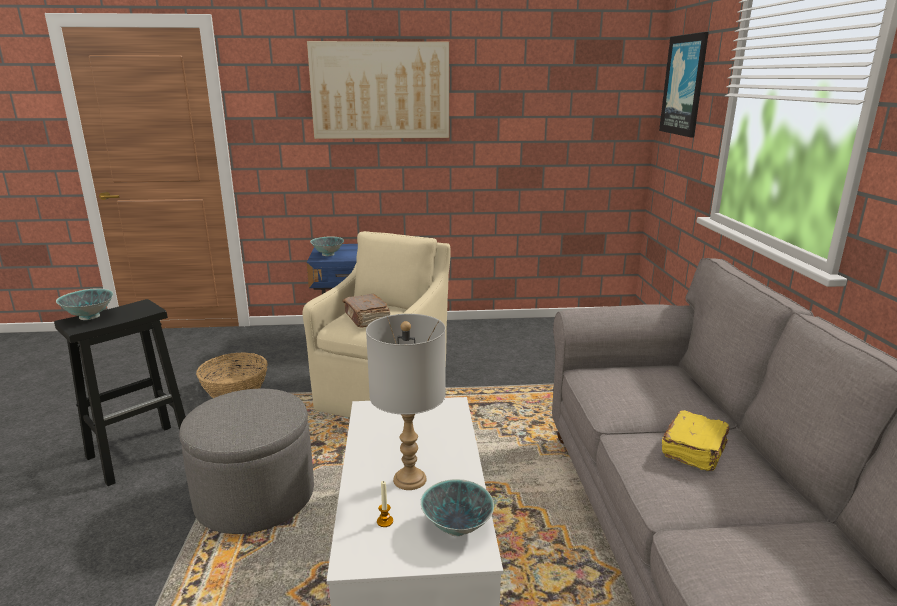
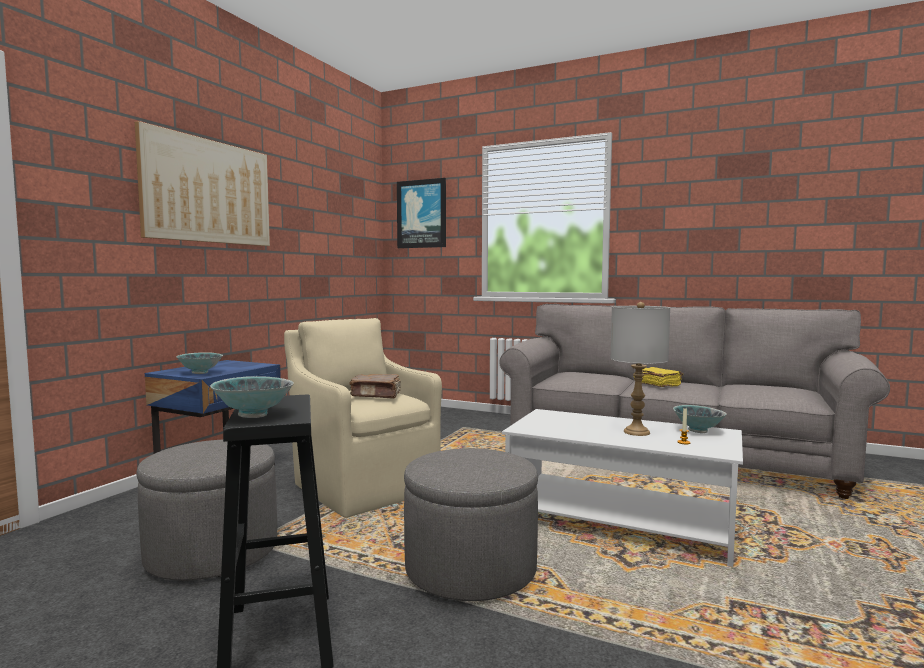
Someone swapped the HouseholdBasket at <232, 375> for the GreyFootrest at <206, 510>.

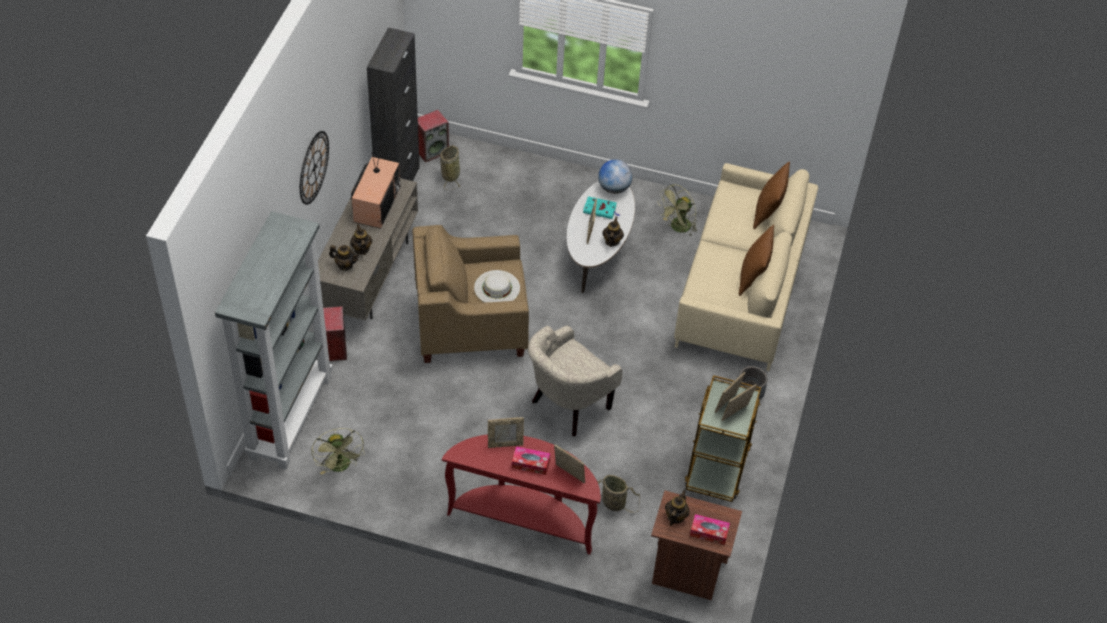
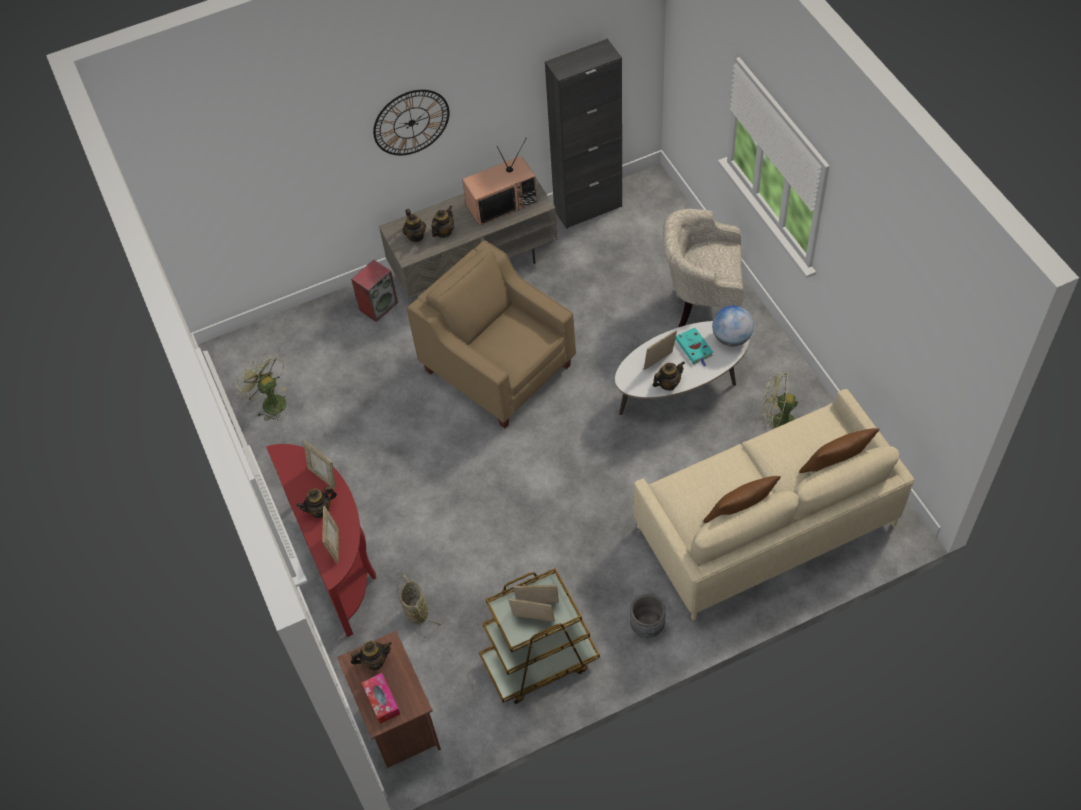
Someone took away the Speaker at <433, 136>.
Someone took away the HouseholdBasket at <450, 167>.
Someone took away the GreyBookshelf at <274, 340>.
Someone took away the WhiteColouredClothingHat at <497, 286>.
Someone carried the SandColouredArmchair from <575, 380> to <703, 268>.
Someone rotated the GreenCoolingFan at <337, 451> by 105 degrees clockwise.
Someone swapped the TissueHolder at <531, 460> for the PotForTea at <316, 502>.

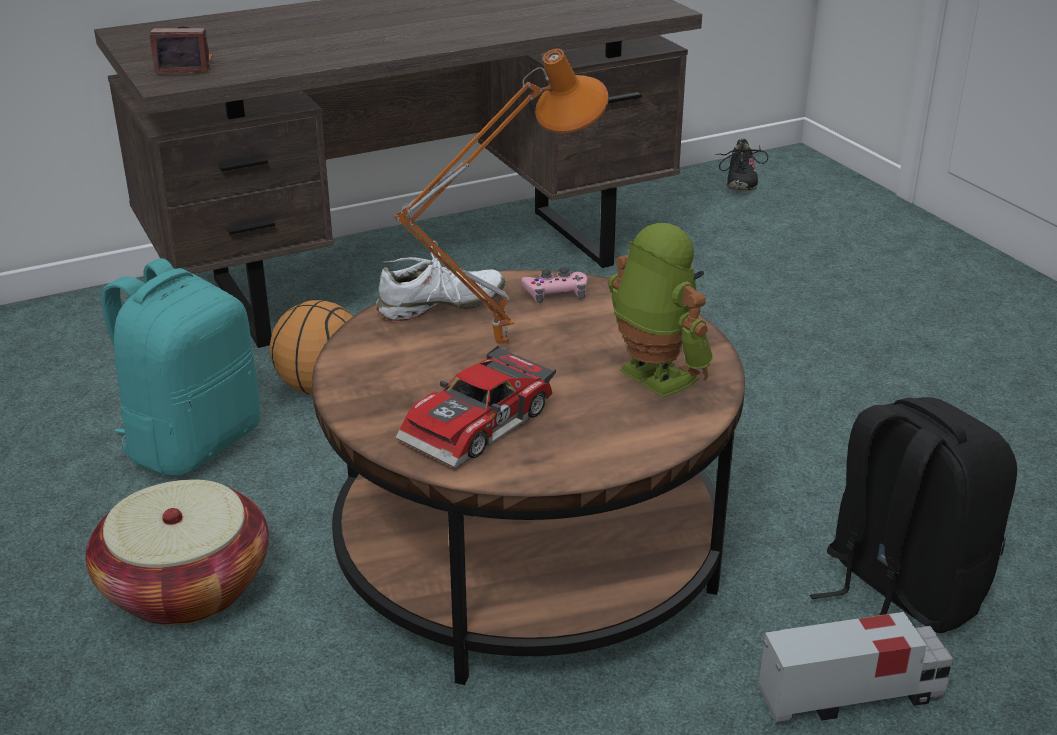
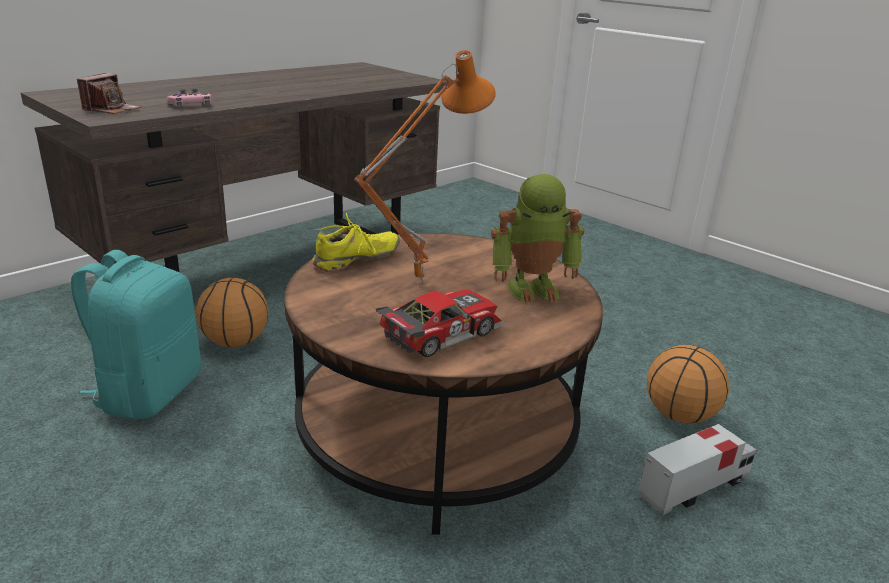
Someone rotated the StillCamera at <181, 50> by 135 degrees clockwise.
Someone took away the BlackColouredShoe at <742, 165>.
Someone rotated the ToyRobot at <660, 310> by 135 degrees clockwise.
Someone repainted the WhiteColouredShoe at <441, 281>, which became the YellowishShoe at <356, 242>.
Someone carried the PinkColouredGamepad from <554, 285> to <189, 98>.
Someone rotated the ModelCar at <475, 407> by 150 degrees counterclockwise.
Someone swapped the BlackColouredRucksack at <913, 515> for the BallForBasketball at <688, 384>.
Someone took away the HouseholdBasket at <177, 552>.

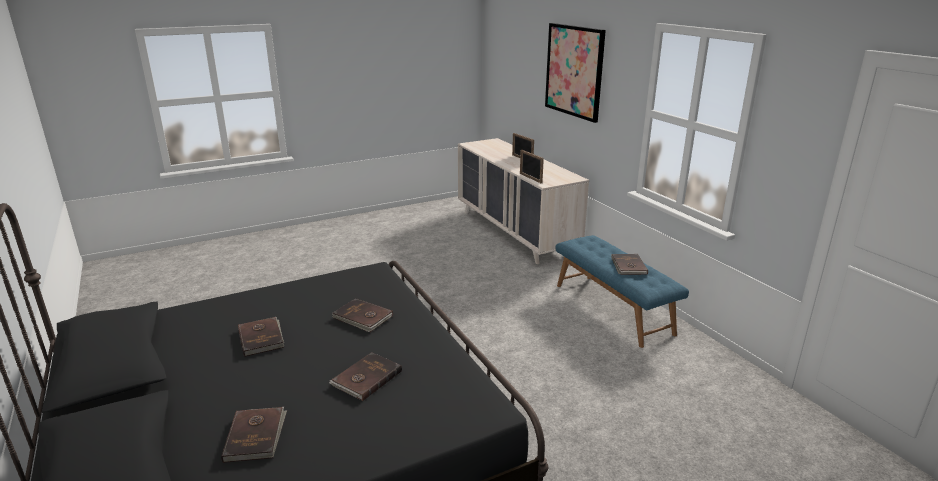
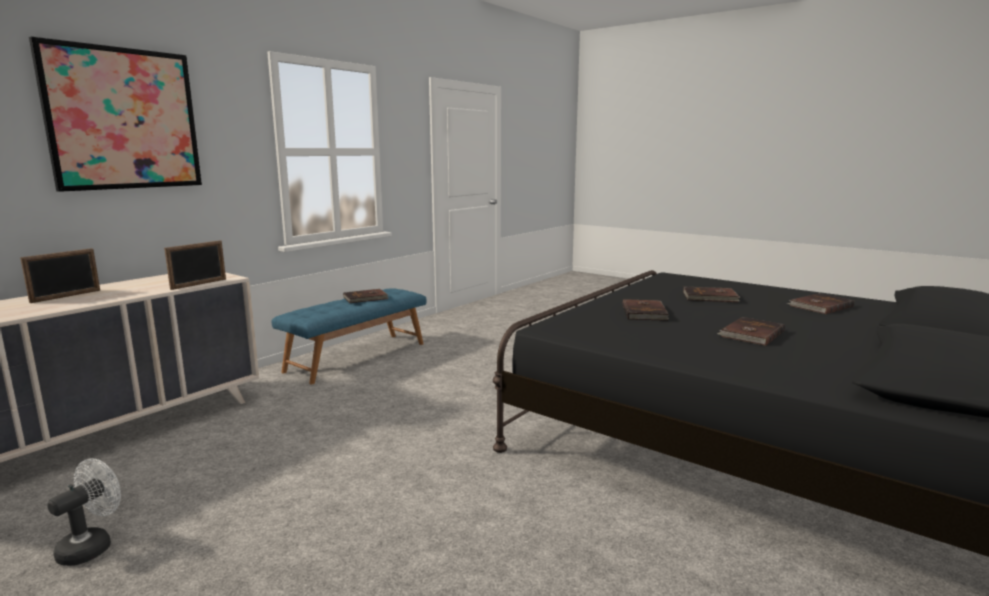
Someone put down the WhiteColouredCoolingFan at <84, 512>.

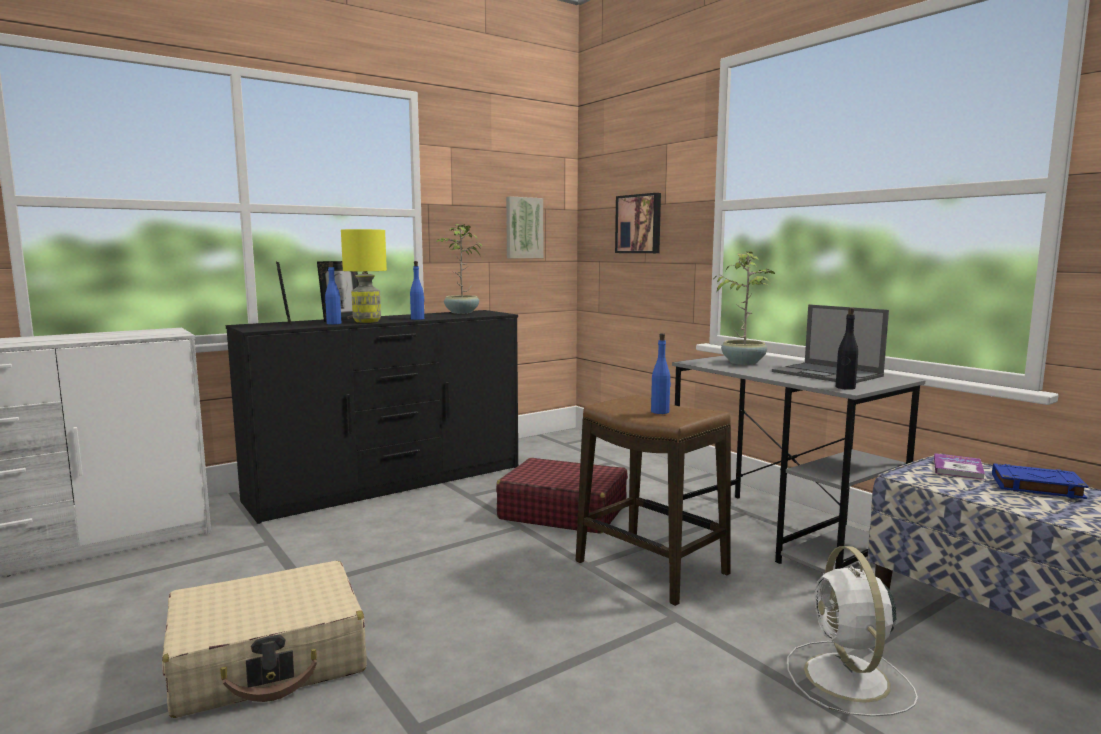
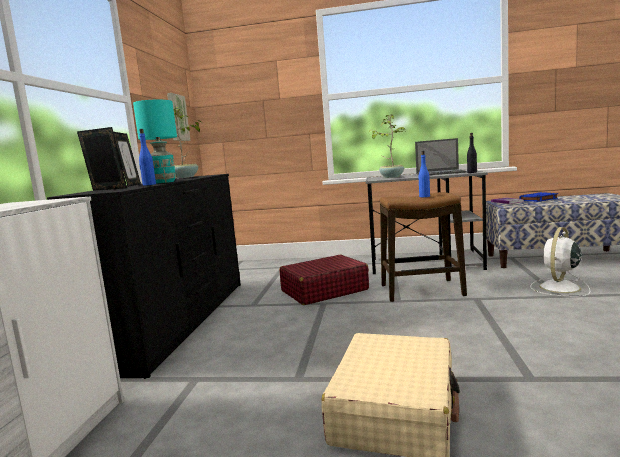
Someone took away the Picture at <638, 223>.
Someone repainted the YellowishLampForATable at <364, 276>, which became the TurquoiseColouredLampForATable at <155, 142>.
Someone took away the BlueBeverageBottle at <417, 290>.
Someone rotated the WhiteColouredCoolingFan at <852, 631> by 90 degrees clockwise.

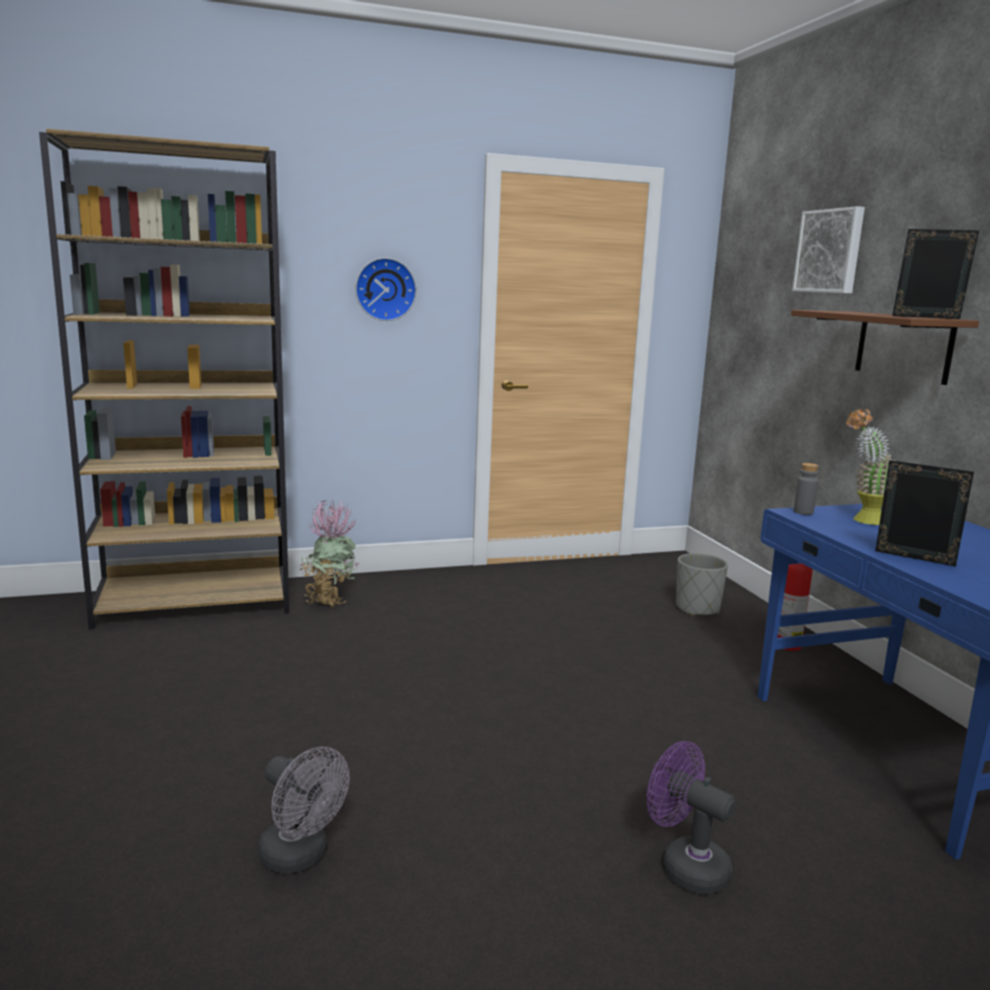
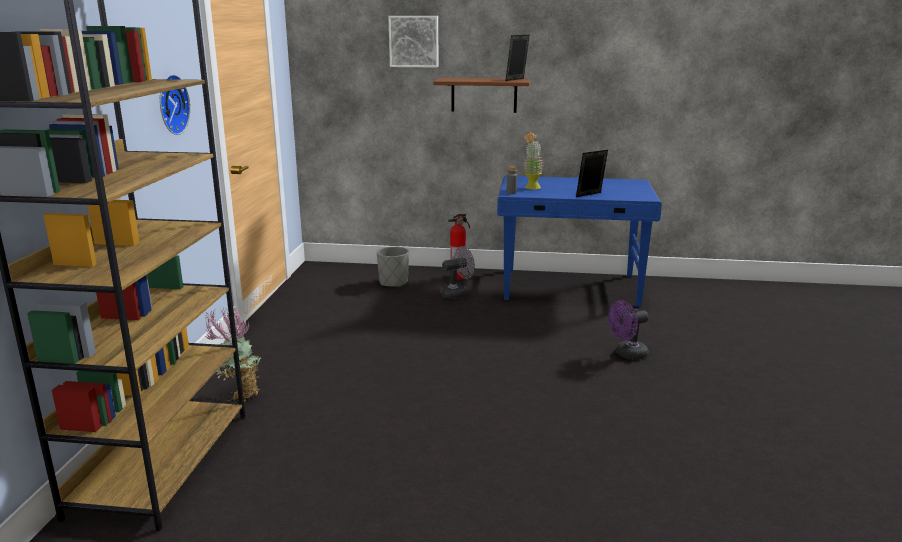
Someone carried the GreyCoolingFan from <304, 810> to <458, 272>.

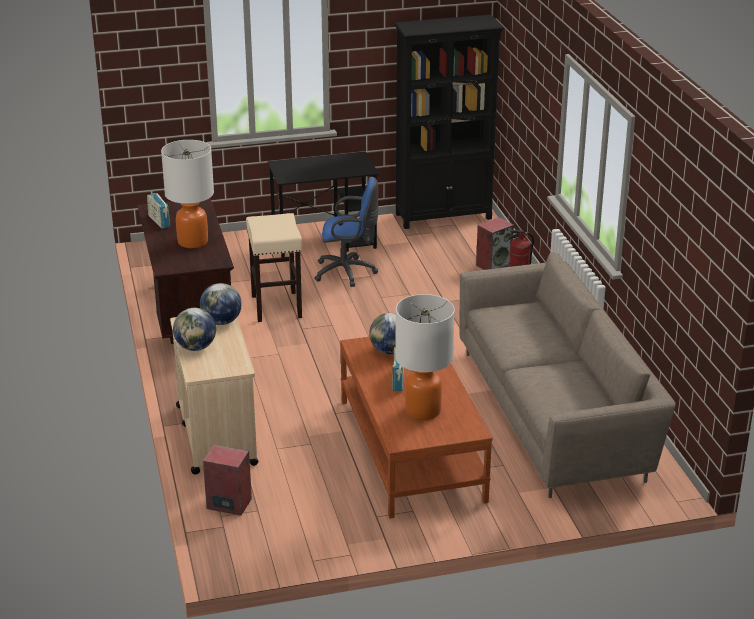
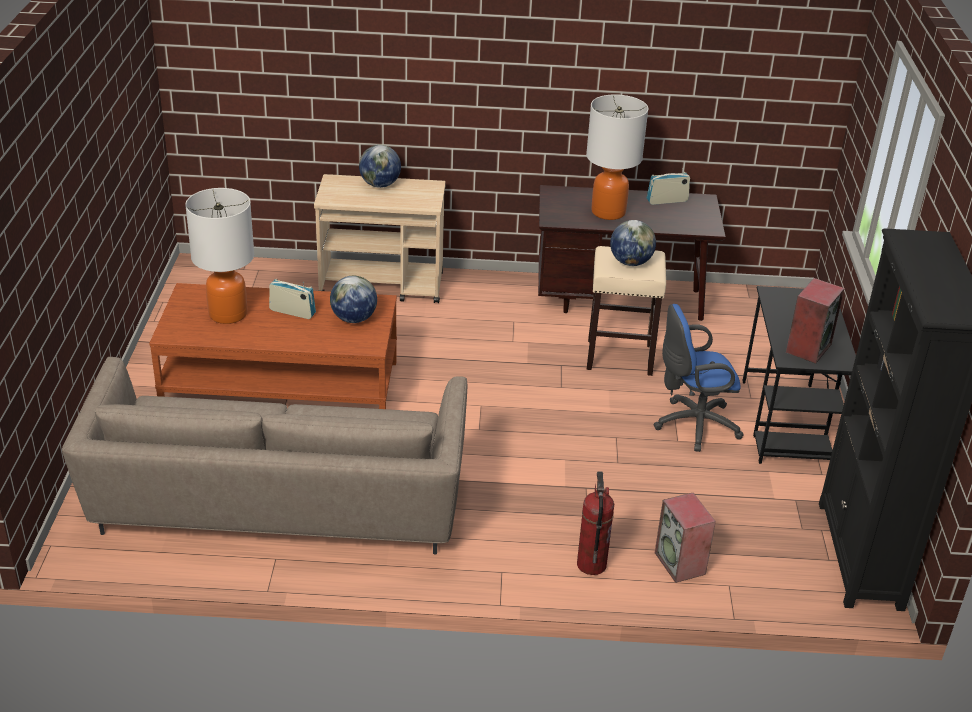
Someone rotated the BlueOfficeChair at <346, 232> by 60 degrees clockwise.
Someone carried the WorldGlobe from <221, 304> to <633, 243>.
Someone carried the Speaker from <227, 480> to <815, 321>.

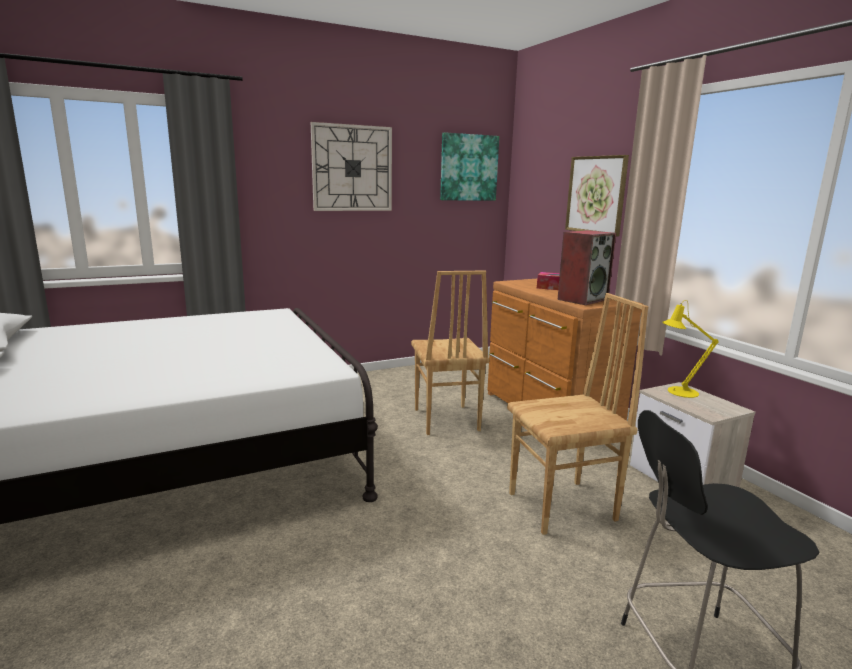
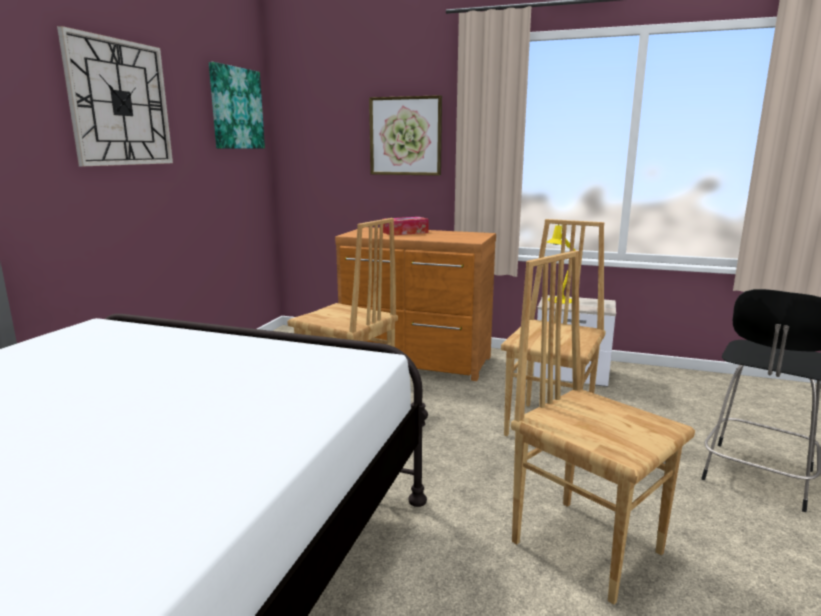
Someone took away the Speaker at <586, 267>.
Someone put down the BrownUprightChair at <603, 427>.

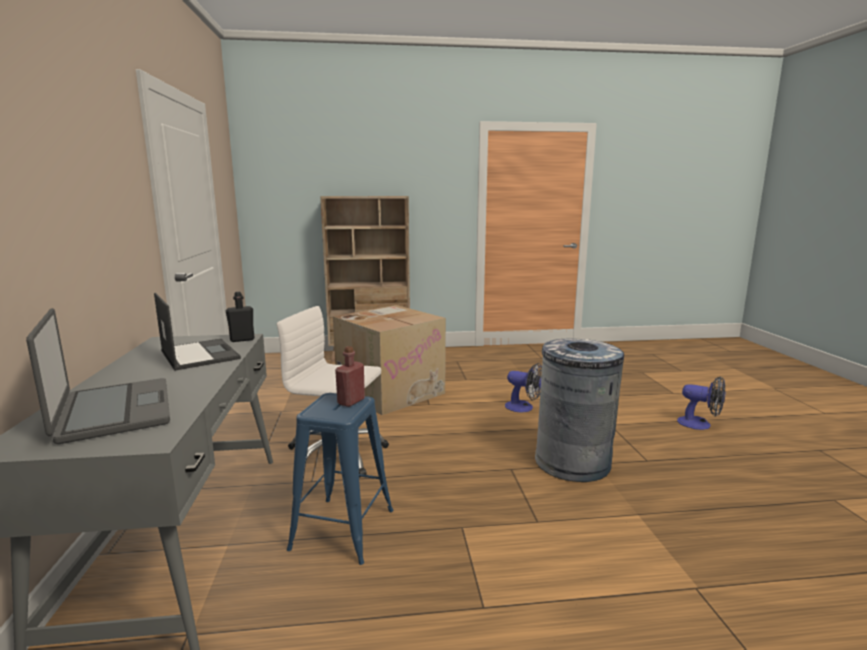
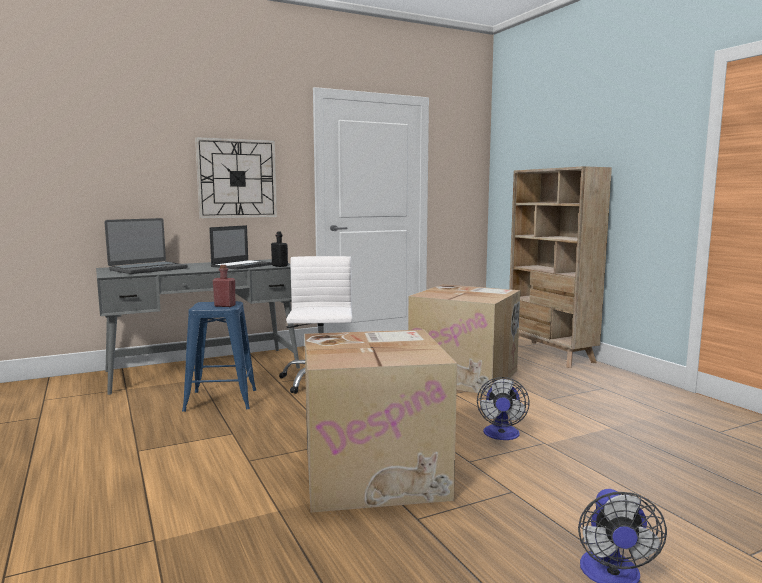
Someone swapped the GreyWasteBin at <579, 410> for the CardboardBox at <381, 421>.
Someone put up the WallClock at <236, 178>.

